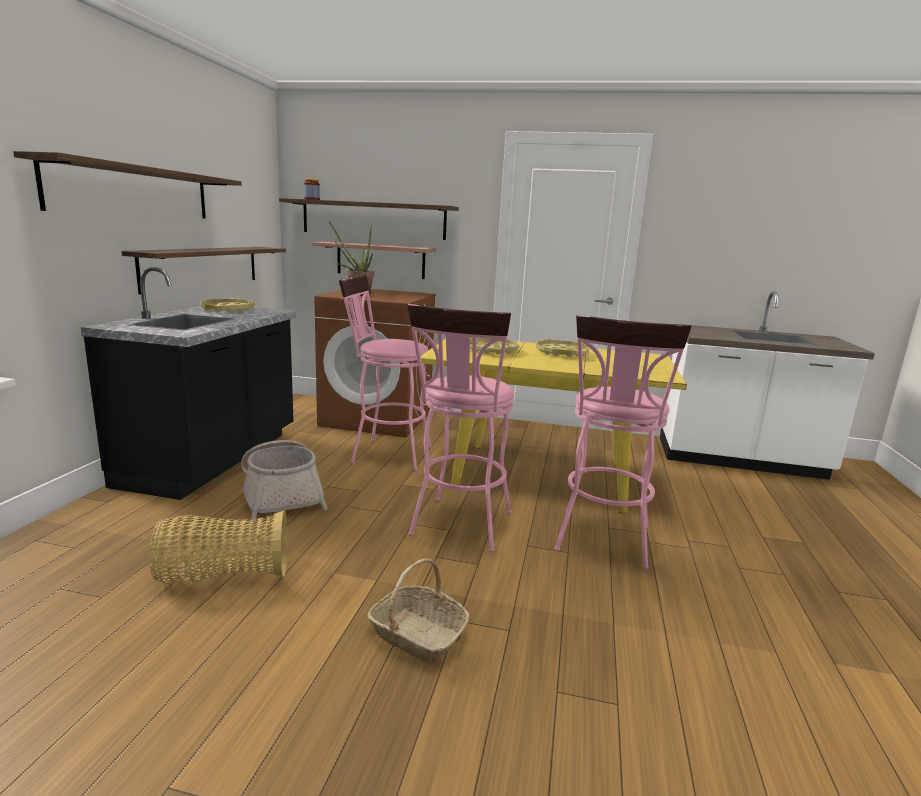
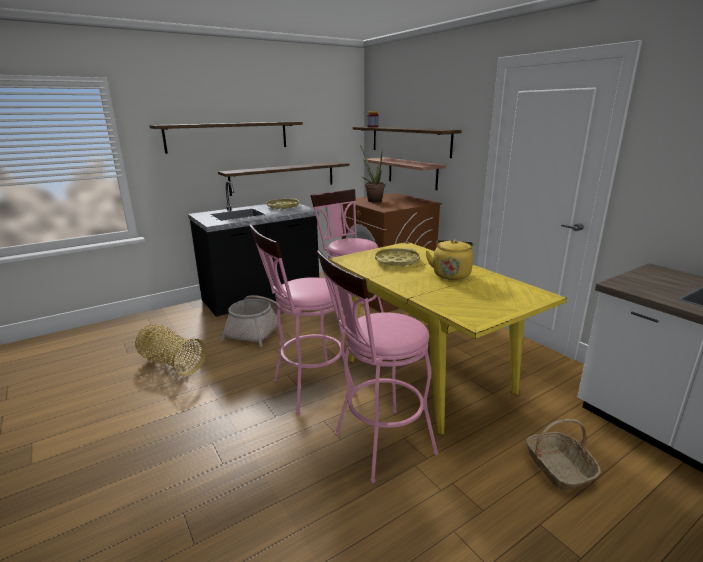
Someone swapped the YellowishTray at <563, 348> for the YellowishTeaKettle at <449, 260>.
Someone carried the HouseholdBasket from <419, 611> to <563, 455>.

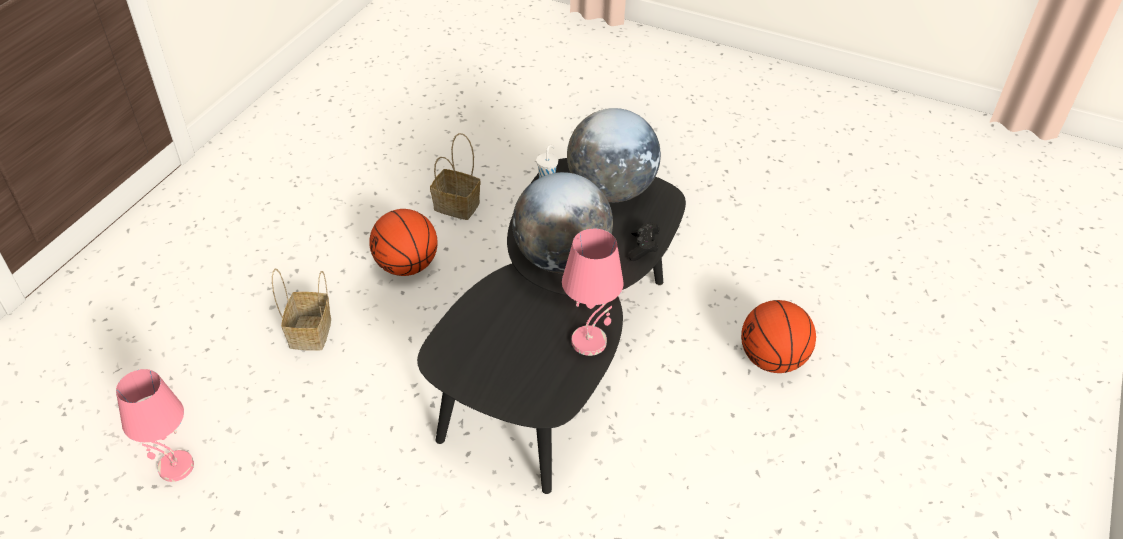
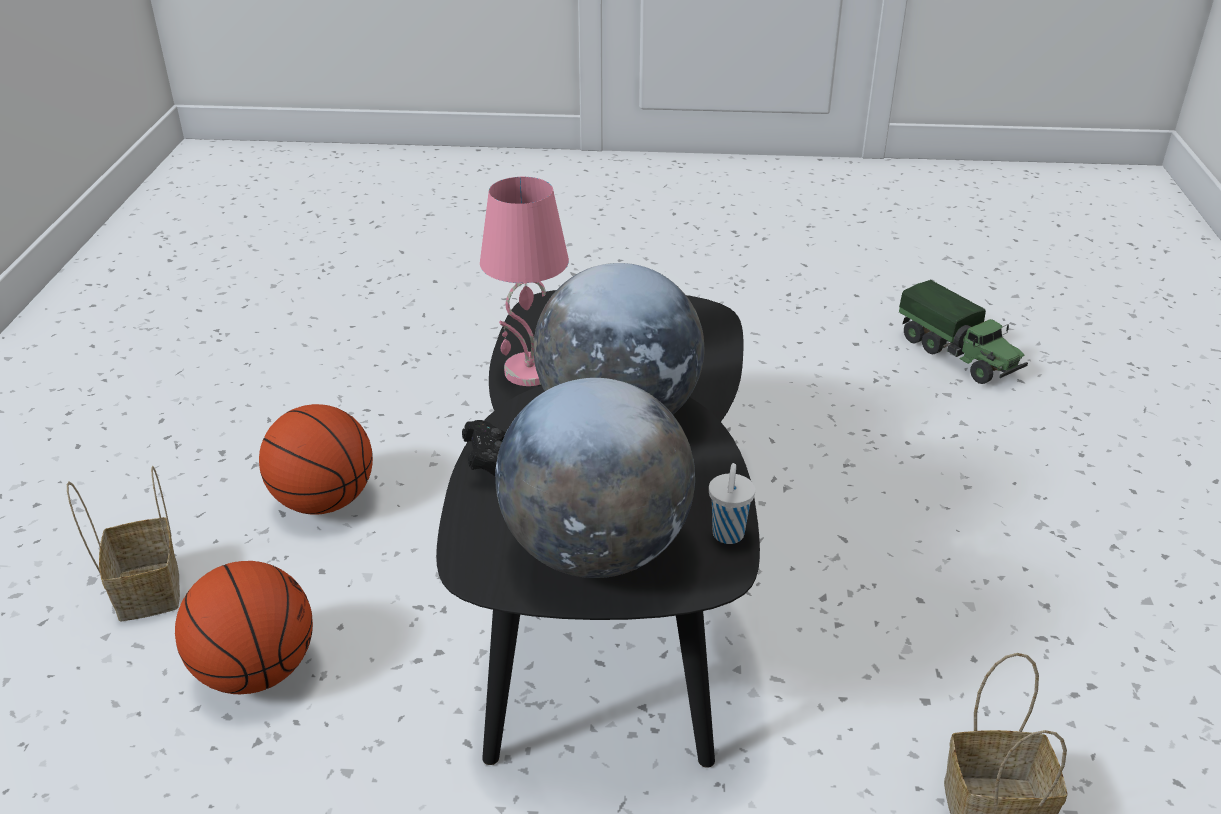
Someone carried the BallForBasketball from <403, 242> to <316, 459>.
Someone carried the HouseholdBasket from <301, 309> to <123, 543>.
Someone swapped the PinkColouredLampForATable at <155, 425> for the ModelTruck at <963, 332>.

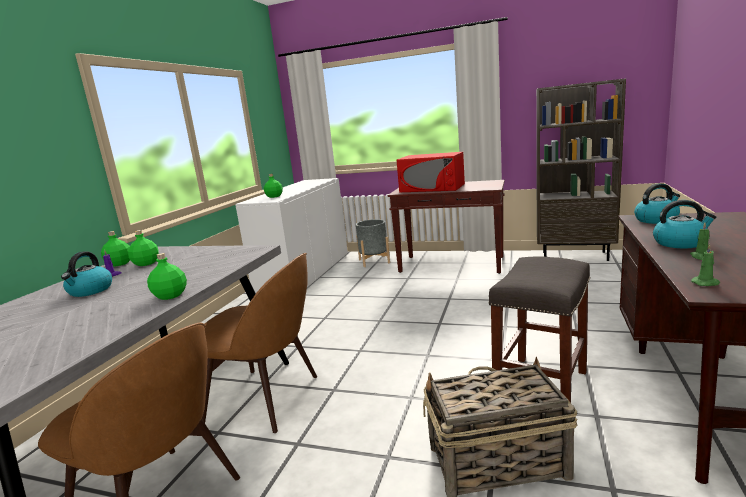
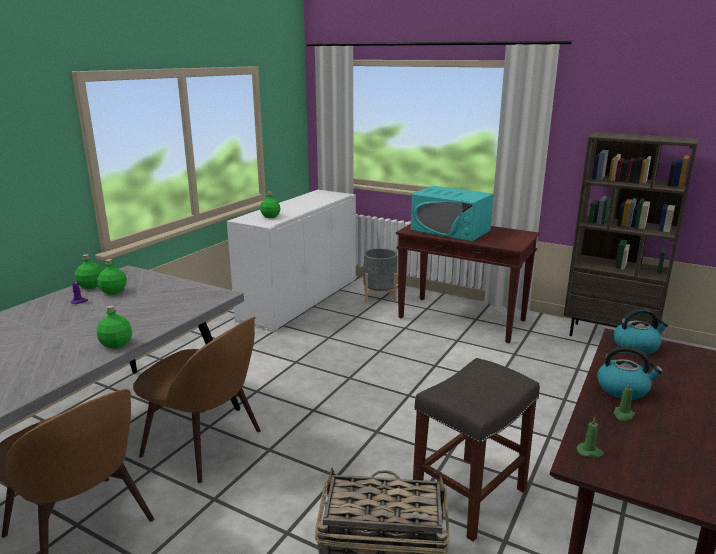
Someone repainted the RedMicrowaveOven at <431, 172>, which became the TurquoiseColouredMicrowaveOven at <452, 213>.
Someone took away the TeaKettle at <86, 274>.

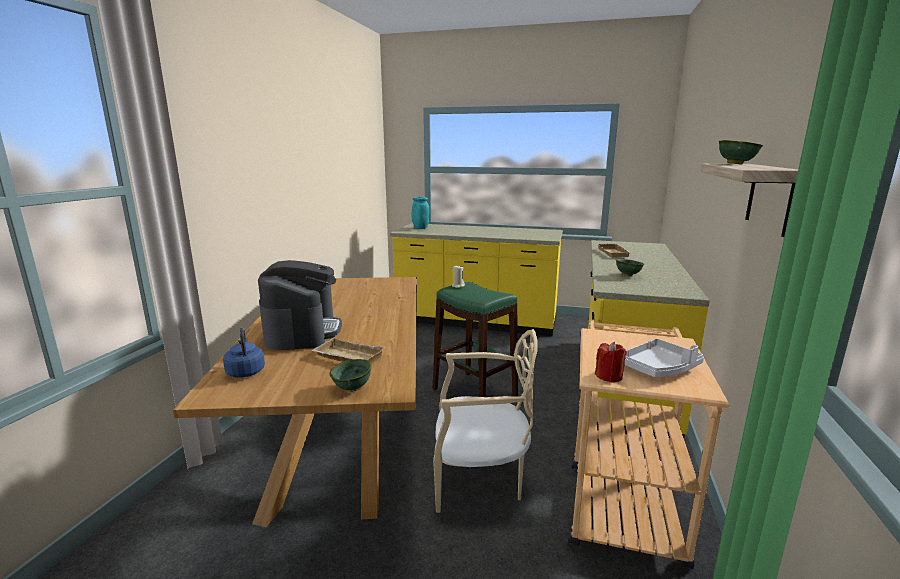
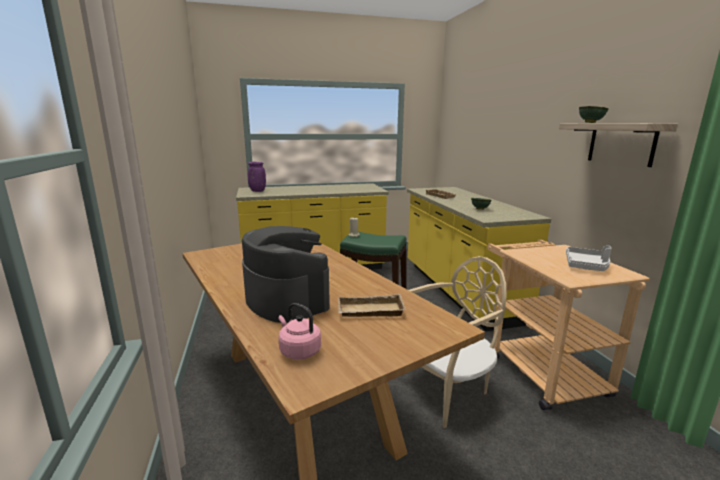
Someone repainted the TurquoiseColouredDecorativeVase at <420, 213>, which became the PurpleDecorativeVase at <257, 177>.
Someone repainted the BlueTeaKettle at <244, 352>, which became the PinkColouredTeaKettle at <299, 331>.
Someone took away the RedWaxLight at <611, 362>.
Someone took away the GreenBowl at <350, 375>.

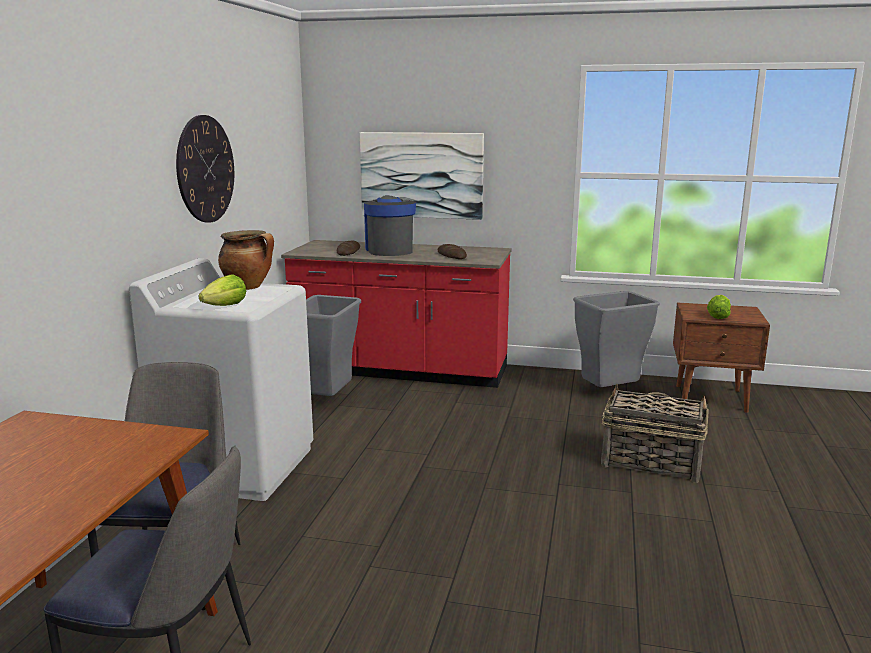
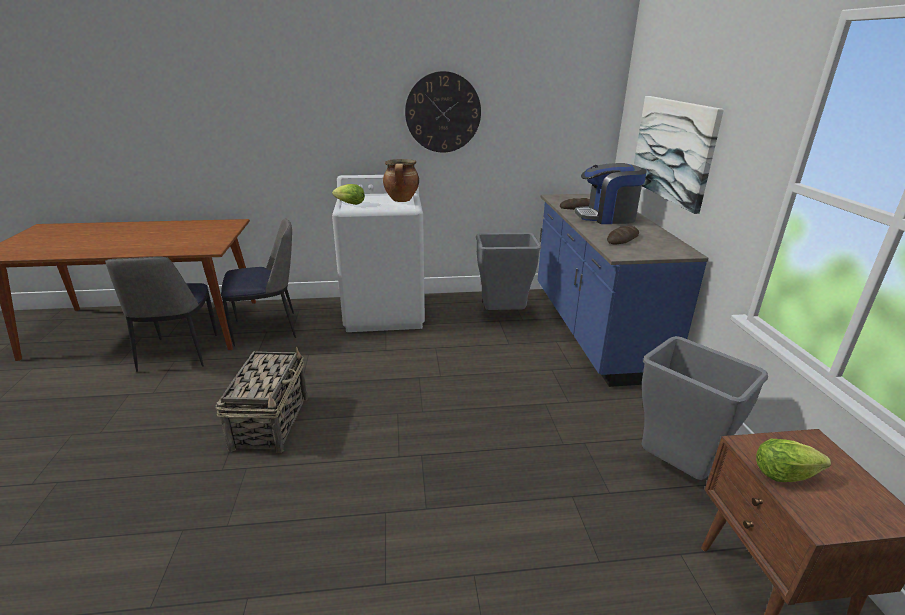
Someone rotated the CoffeeMachine at <390, 226> by 150 degrees counterclockwise.
Someone repainted the RedCounter at <396, 314>, which became the BlueCounter at <623, 290>.
Someone carried the HouseholdBasket from <655, 433> to <261, 400>.

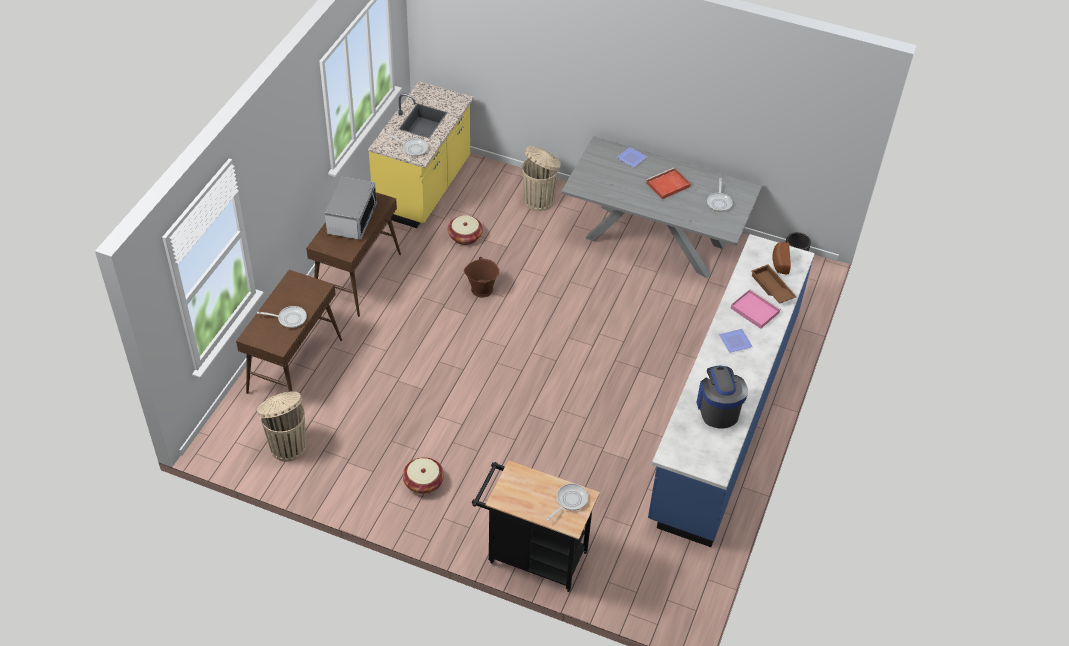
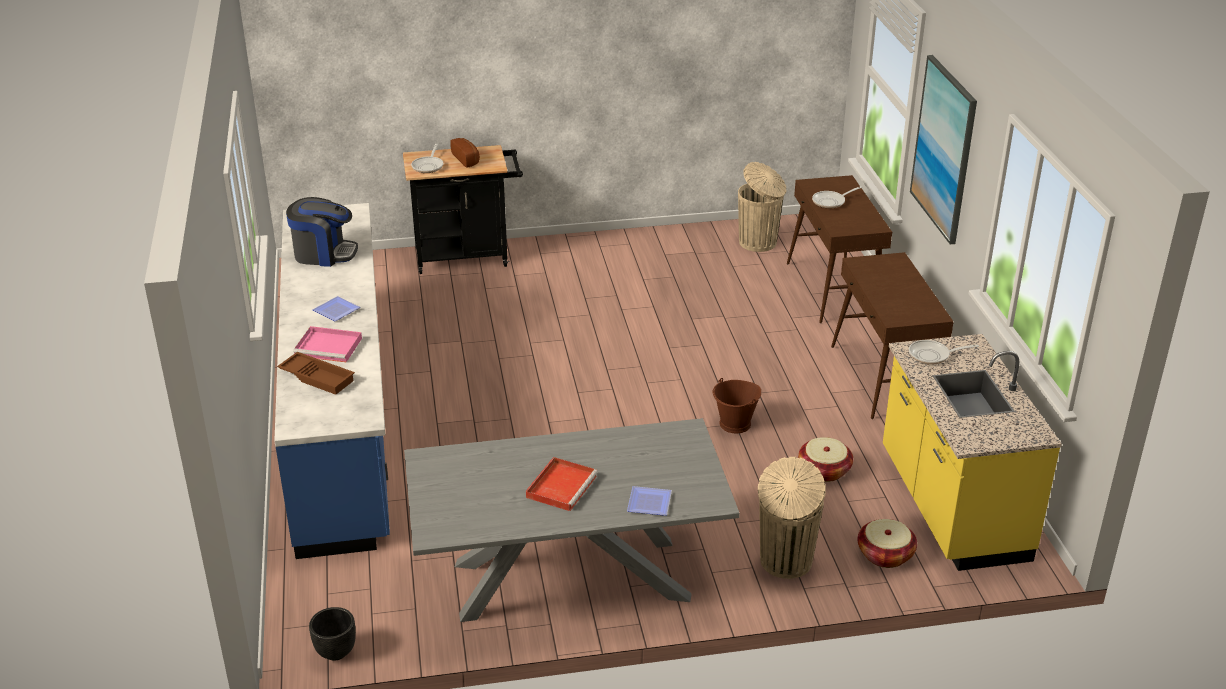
Someone took away the MicrowaveOven at <351, 208>.
Someone took away the FryingPan at <720, 195>.
Someone carried the Bread from <781, 258> to <465, 153>.
Someone rotated the CoffeeMachine at <722, 397> by 45 degrees counterclockwise.
Someone carried the HouseholdBasket from <423, 475> to <887, 543>.
Someone put up the Picture at <943, 149>.

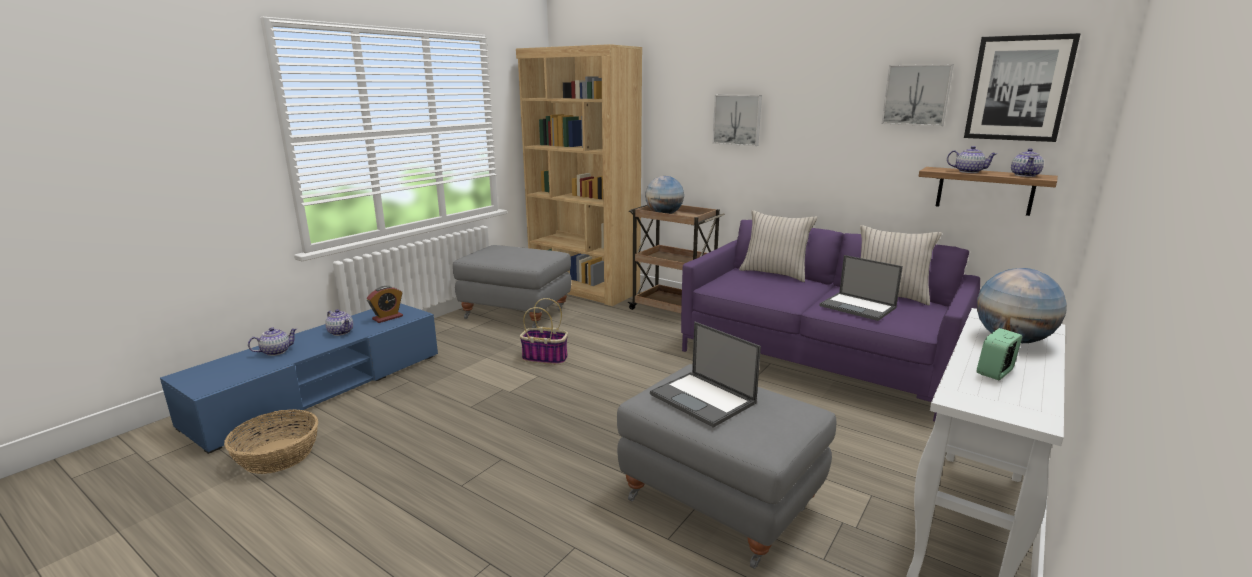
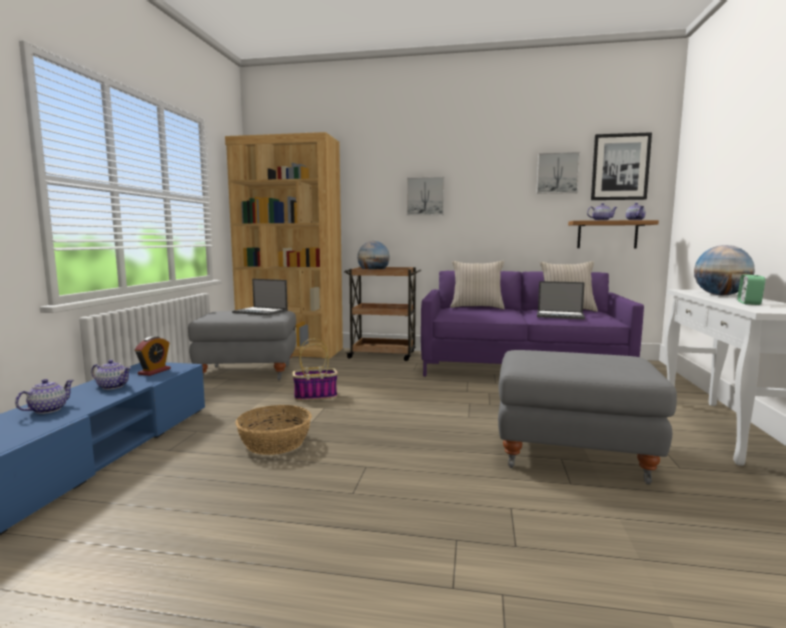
Someone carried the PortableComputer from <705, 375> to <260, 297>.
Someone carried the HouseholdBasket from <271, 441> to <273, 430>.

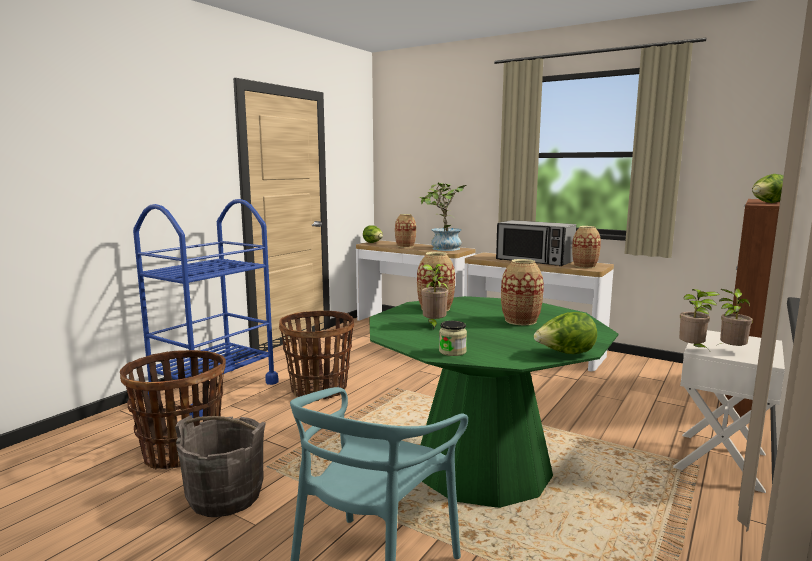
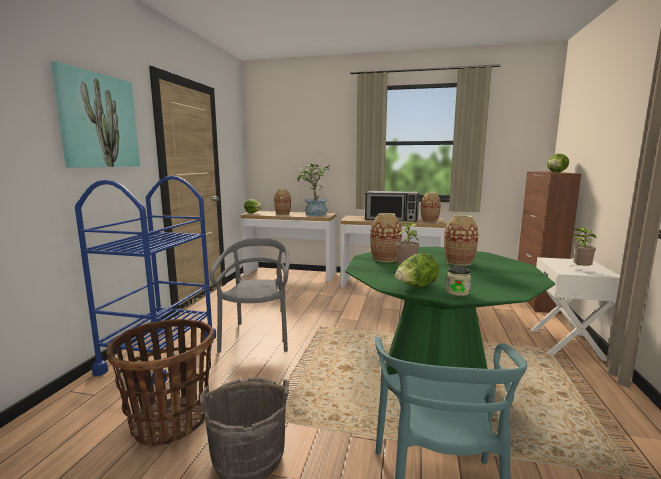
Someone took away the Houseplant at <699, 320>.
Someone swapped the HouseholdBasket at <316, 356> for the GreyUprightChair at <250, 295>.
Someone carried the Lettuce from <565, 333> to <417, 270>.
Someone put up the Picture at <95, 114>.

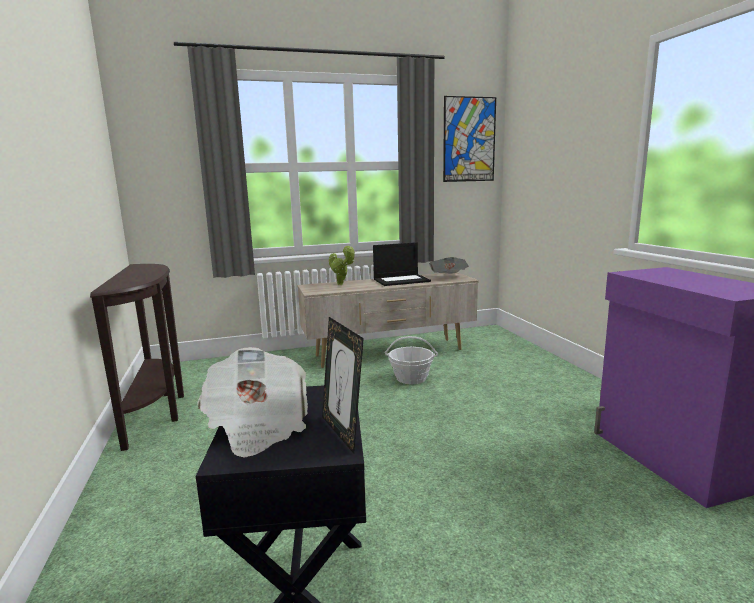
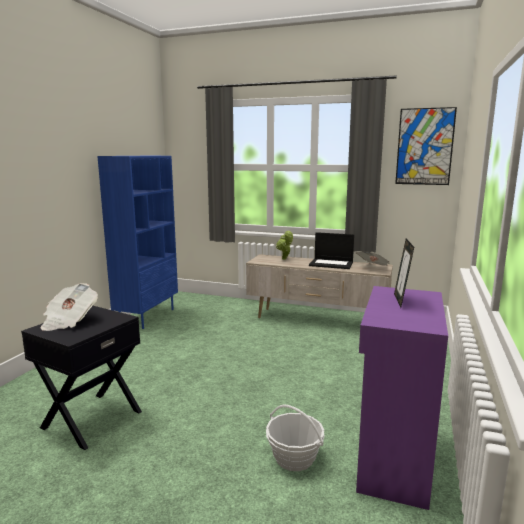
Someone swapped the BrownHallTable at <137, 357> for the BlueBookshelf at <137, 242>.
Someone carried the StandingFrame from <343, 385> to <404, 273>.
Someone carried the HouseholdBasket from <411, 360> to <295, 437>.

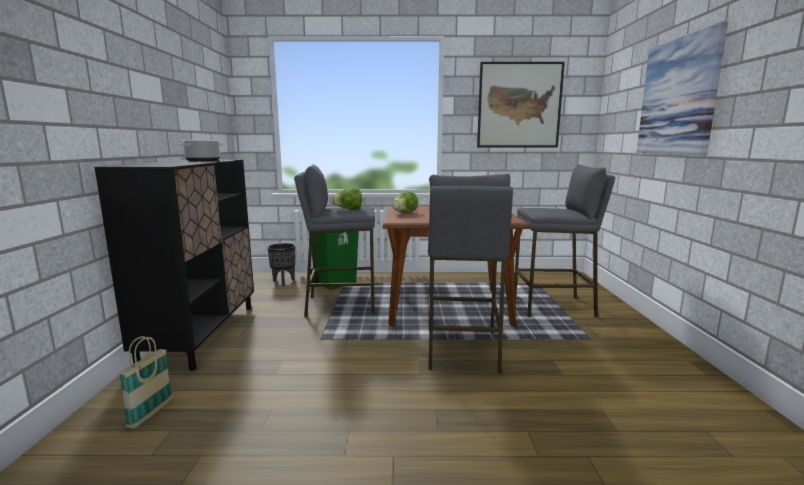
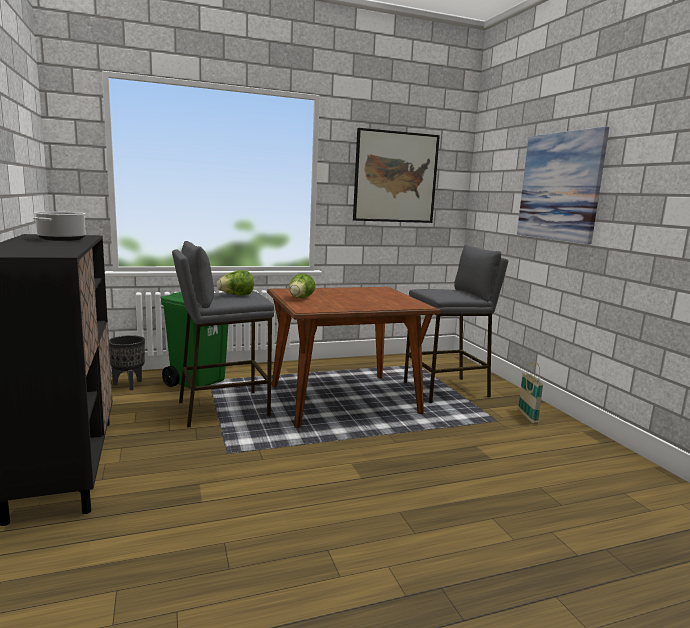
Someone took away the GreySittingStool at <470, 273>.
Someone carried the HouseholdBasket from <146, 382> to <530, 392>.

